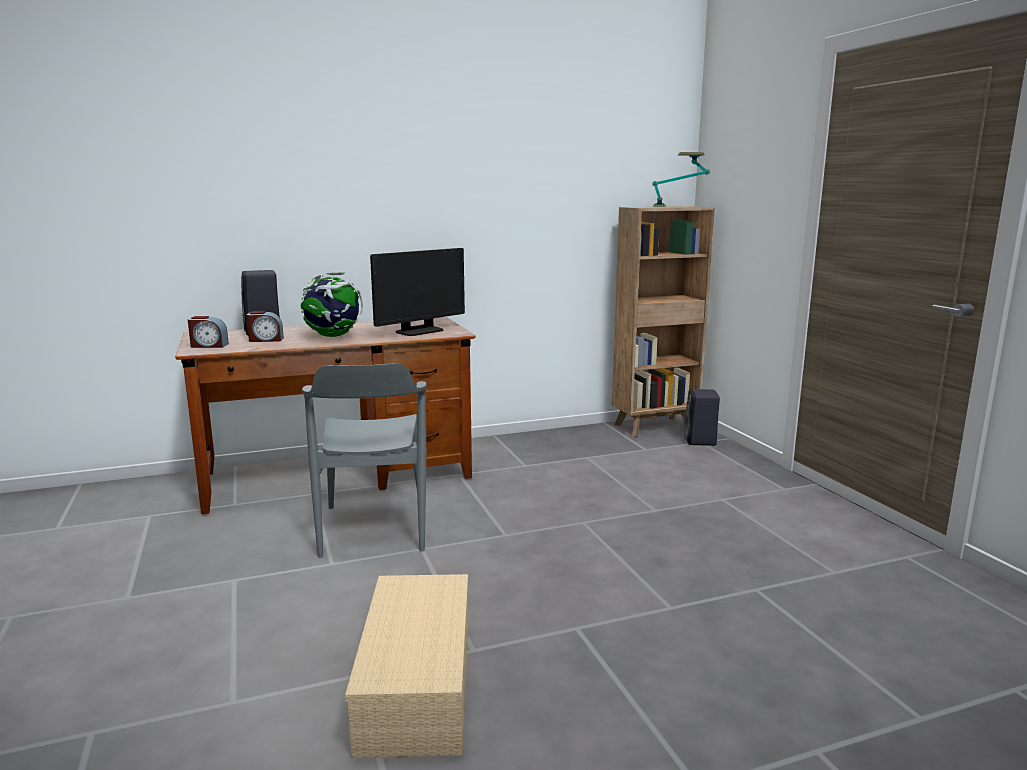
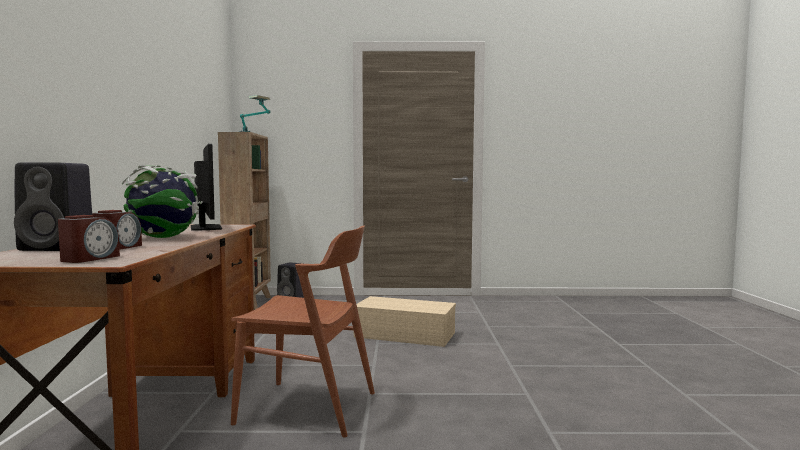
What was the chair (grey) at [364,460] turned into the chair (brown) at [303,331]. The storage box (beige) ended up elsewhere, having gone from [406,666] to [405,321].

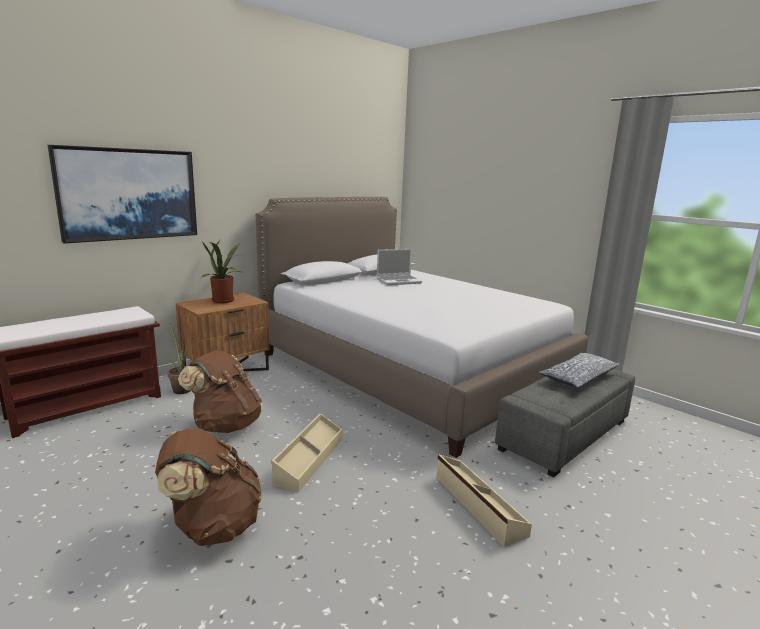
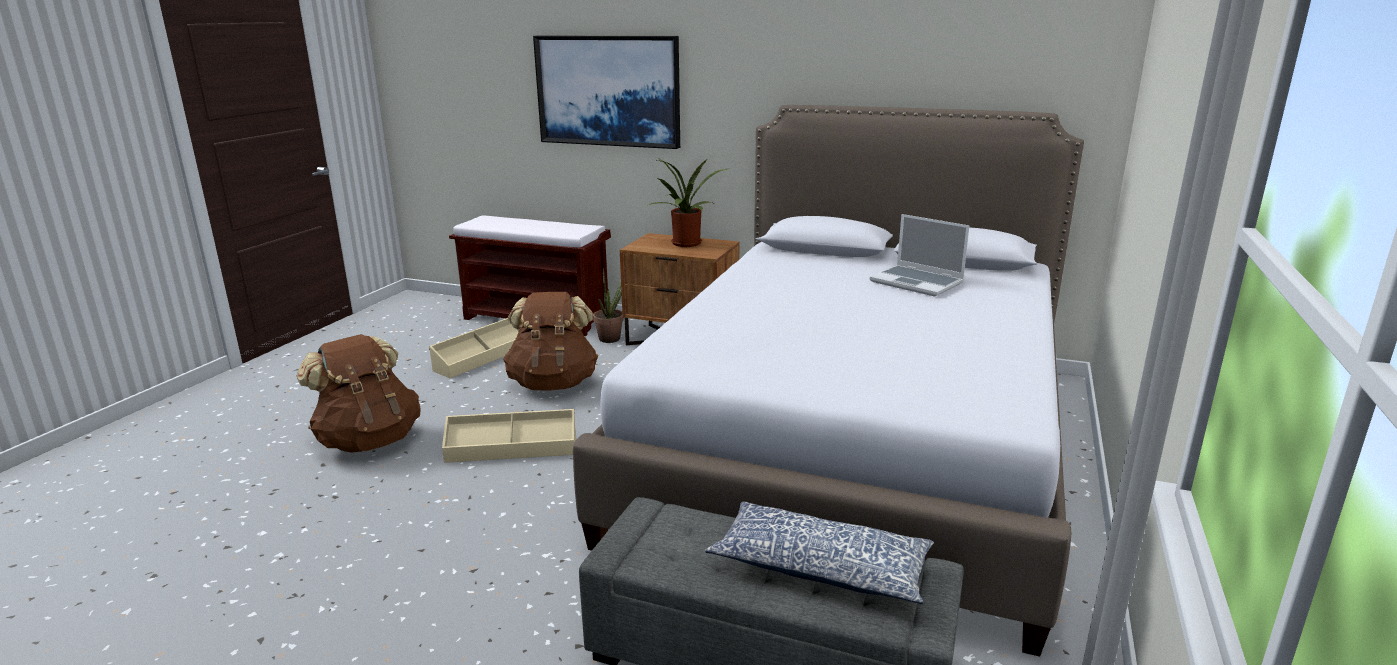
The storage box (beige) ended up elsewhere, having gone from [484,500] to [473,348].

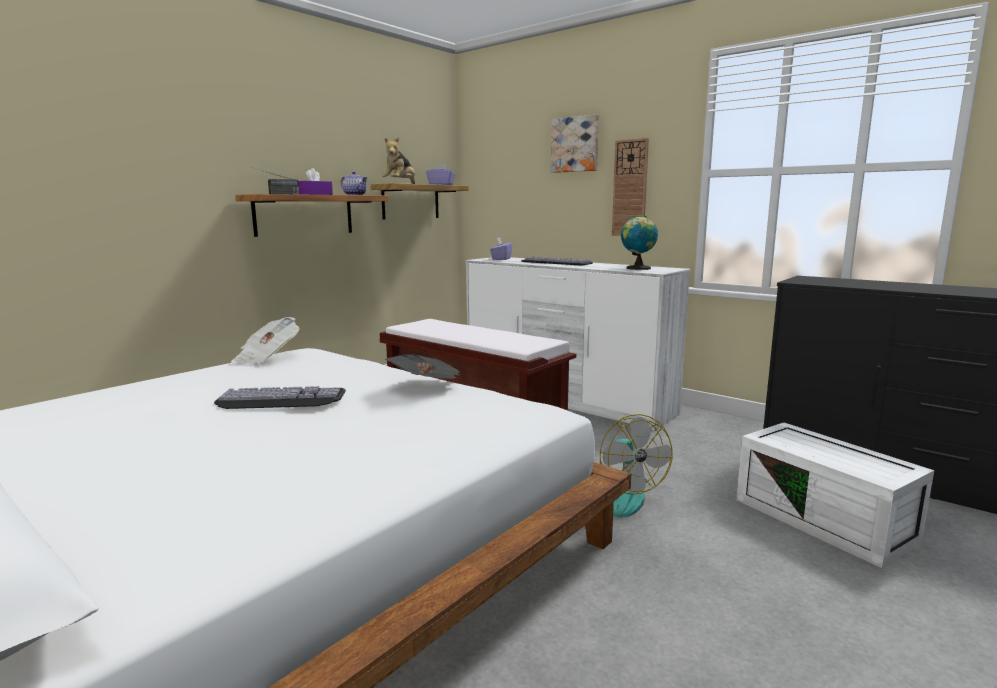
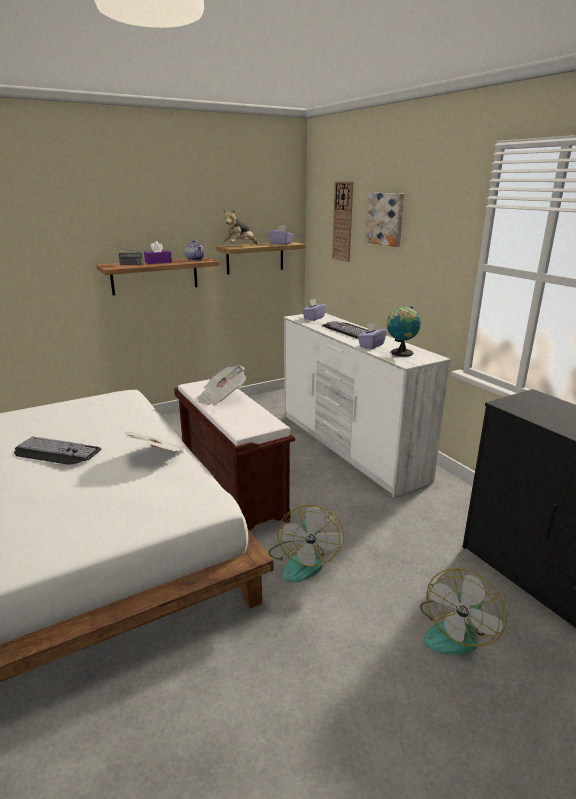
The newspaper ended up elsewhere, having gone from [265,341] to [220,386]. The wall clock ended up elsewhere, having gone from [630,187] to [342,222]. Where the storage box (white) stood at [835,495], the fan came to stand at [463,611]. The second view gained the tissue box (purple) at [372,335].

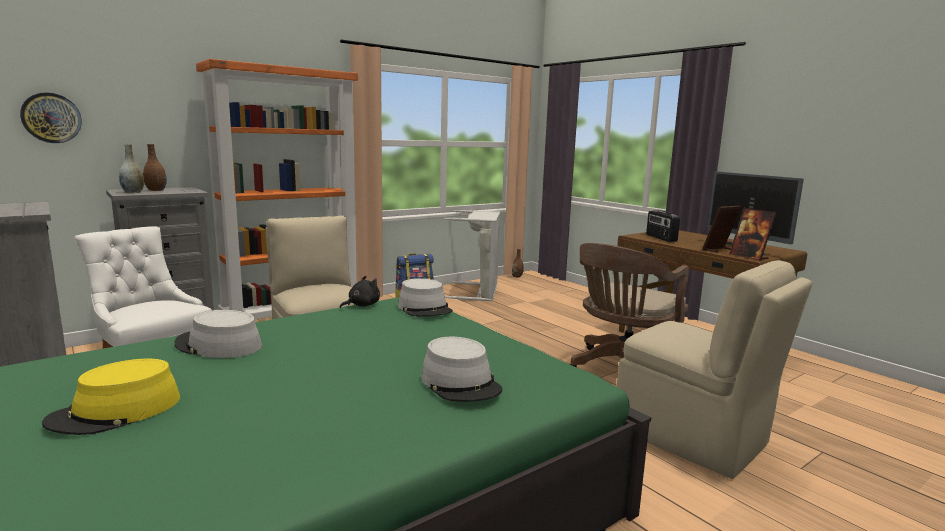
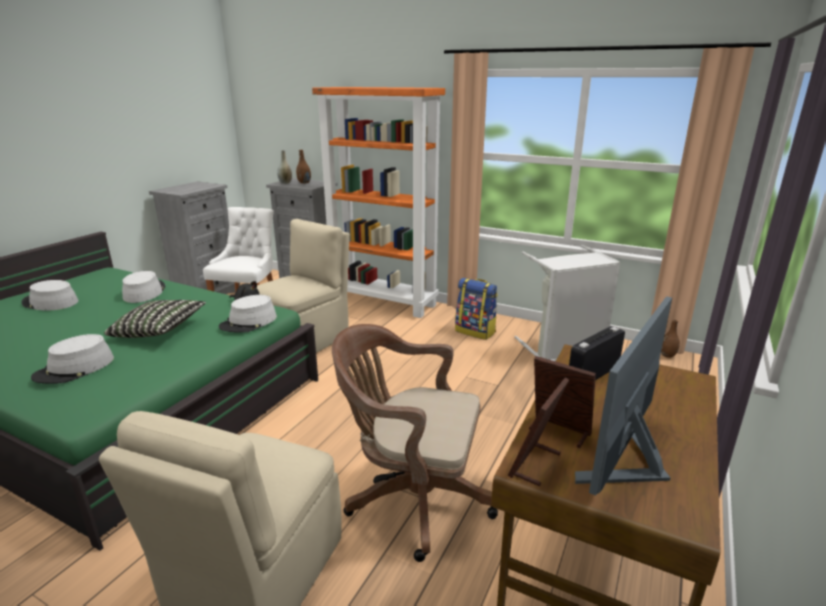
The second view lost the wall clock at [51,117]. What was the hat (yellow) at [111,397] turned into the hat (grey) at [49,295]. The second view gained the pillow at [155,319].

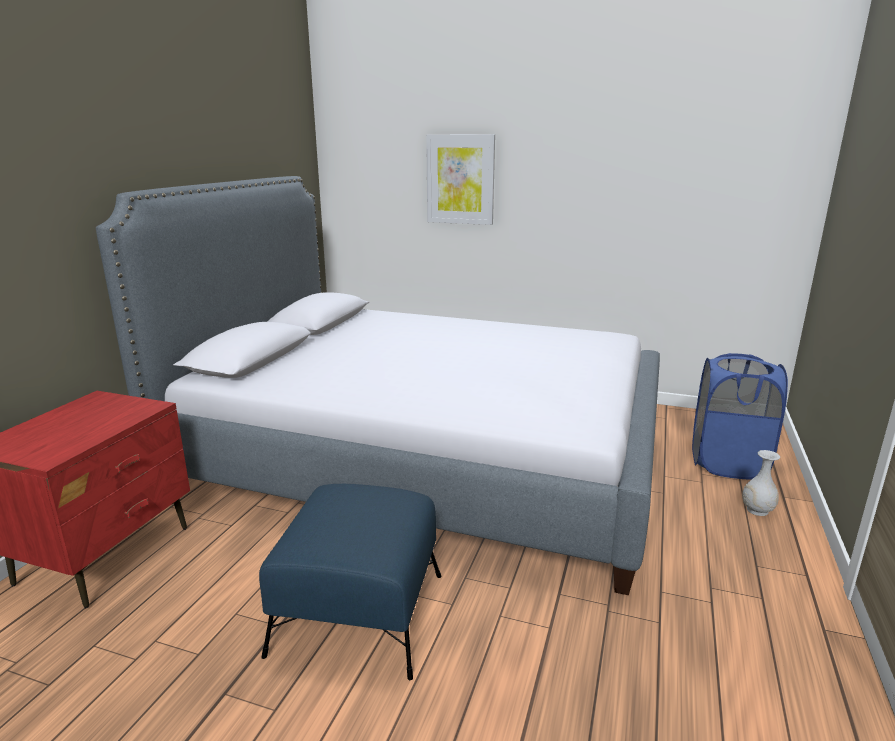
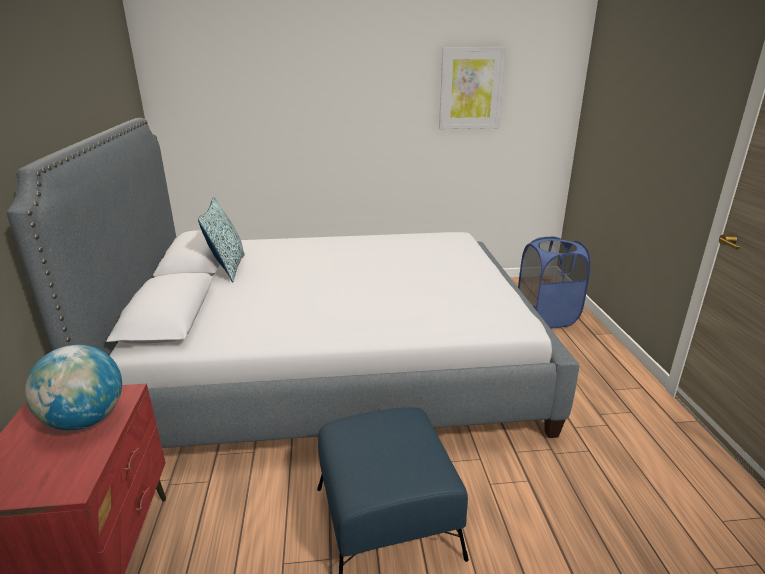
The picture ended up elsewhere, having gone from [460,179] to [472,88]. The second view lost the vase (white) at [761,483]. The second view gained the globe at [73,387]. The second view gained the pillow at [221,240].

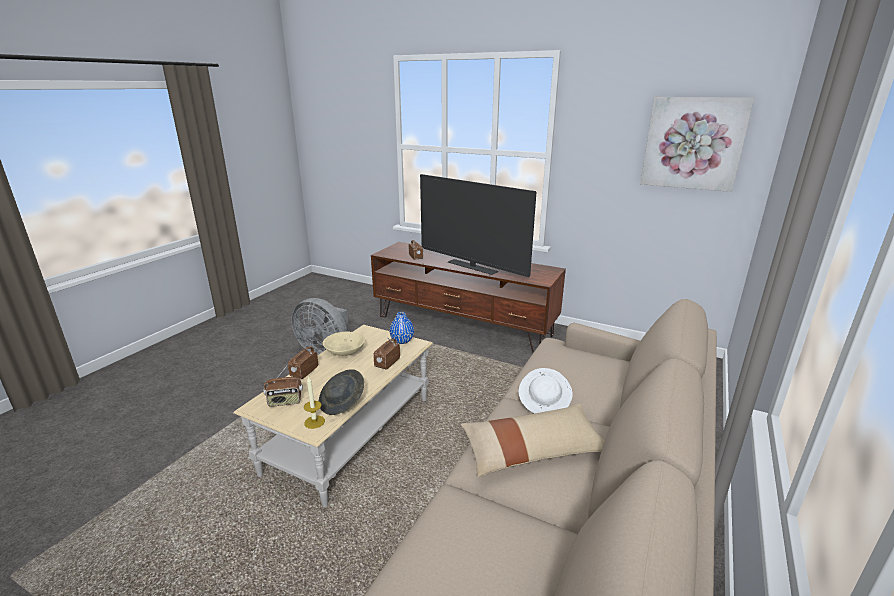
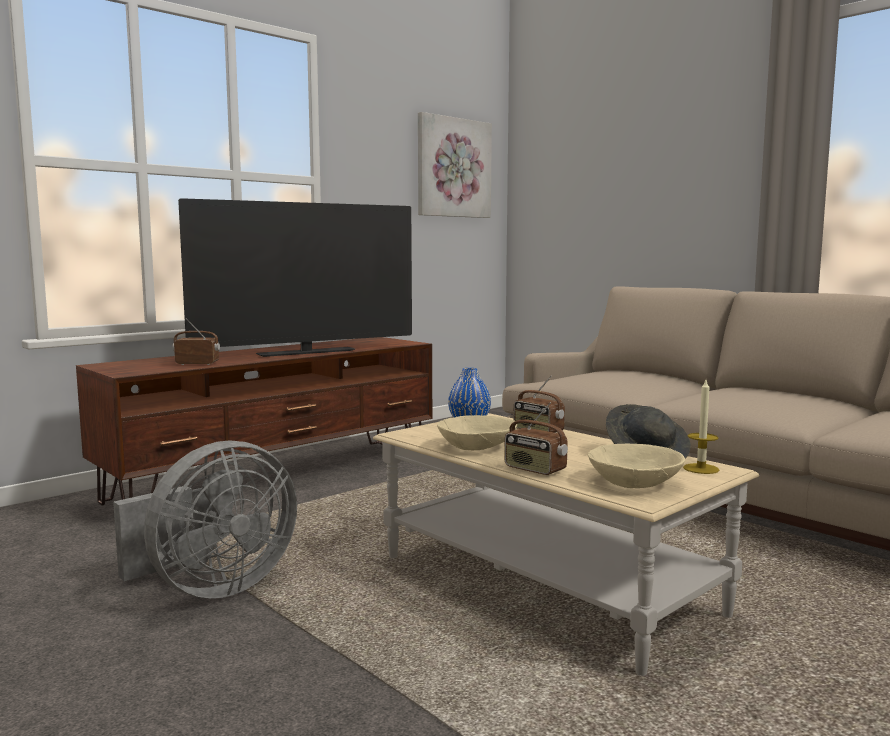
Where the radio stood at [283,386], the bowl (beige) came to stand at [636,466]. The second view lost the pillow (beige) at [533,440]. The second view lost the hat (white) at [546,391].

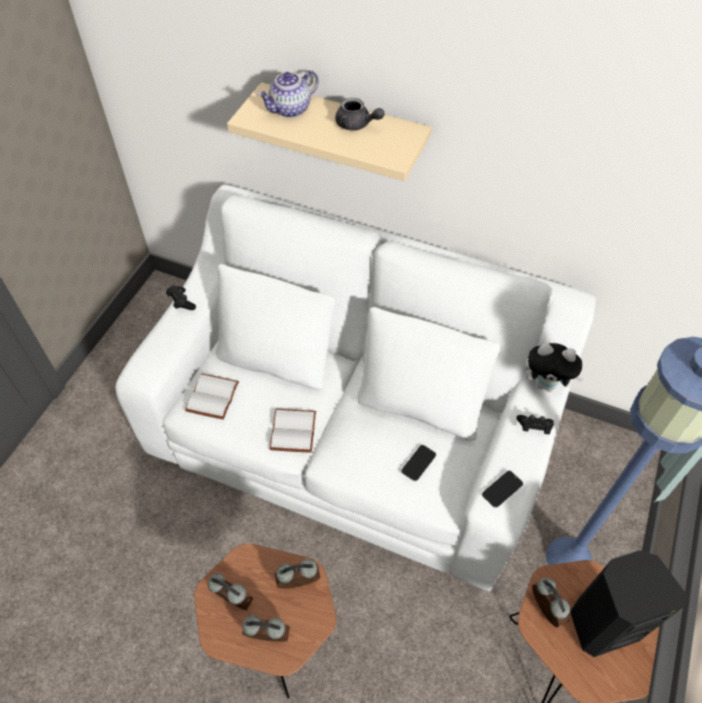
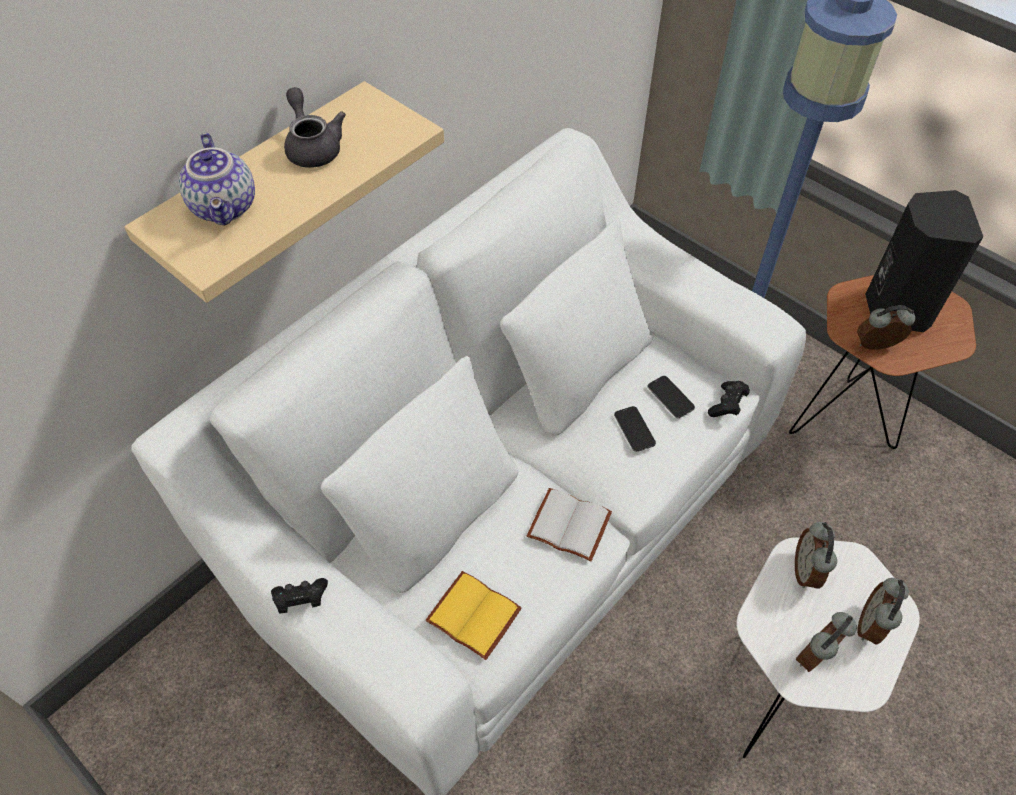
What was the book (white) at [212,396] turned into the book (yellow) at [473,615]. What was the side table (brown) at [265,621] turned into the side table (white) at [828,647]. The teapot (grey) at [360,114] ended up facing another way, 75 degrees counterclockwise from before. The phone ended up elsewhere, having gone from [502,489] to [635,429]. The game controller (black) ended up elsewhere, having gone from [535,424] to [729,399]. The second view lost the plush toy at [554,367].

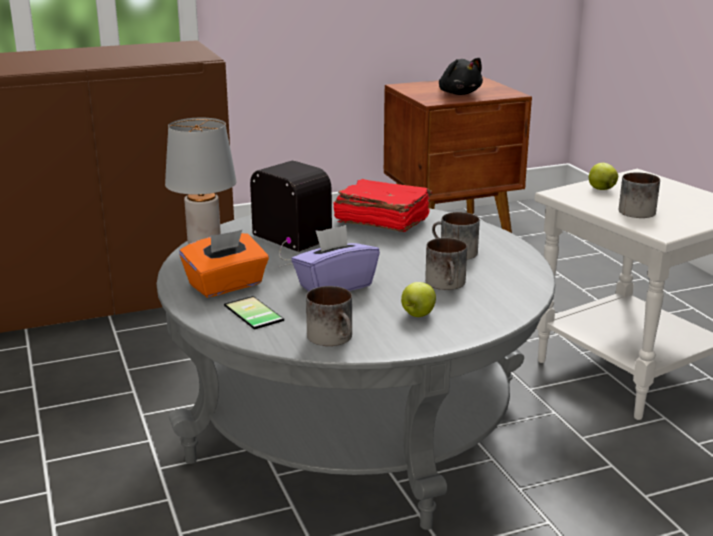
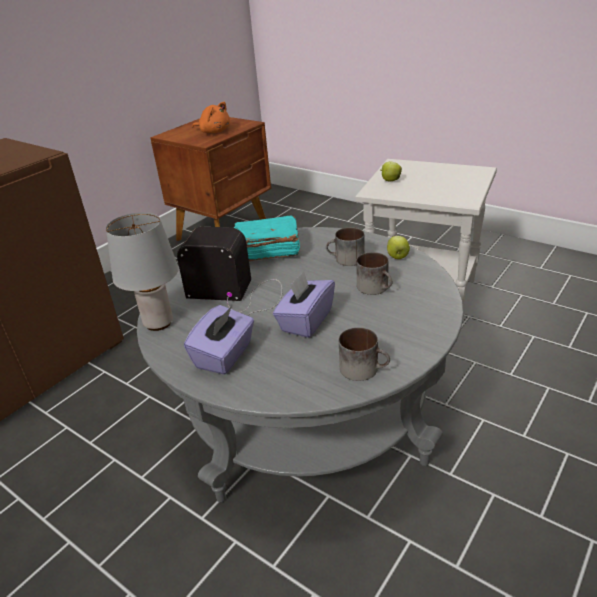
What was the tissue box (orange) at [224,264] turned into the tissue box (purple) at [219,340]. The second view lost the phone at [254,313]. What was the book (red) at [382,205] turned into the book (turquoise) at [267,238]. The apple ended up elsewhere, having gone from [418,299] to [398,247]. What was the plush toy (black) at [461,76] turned into the plush toy (orange) at [211,117]. The second view lost the mug at [639,195].

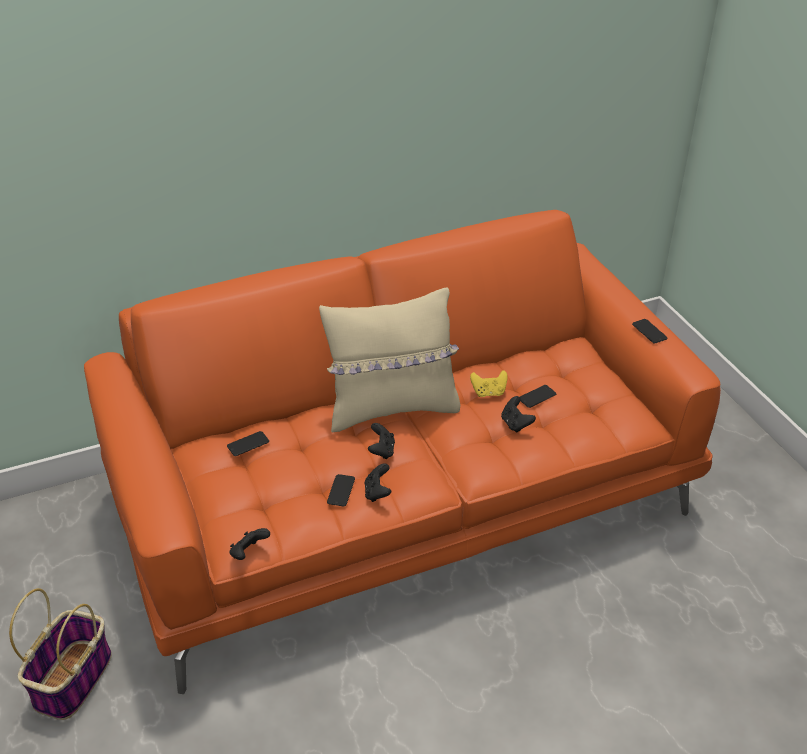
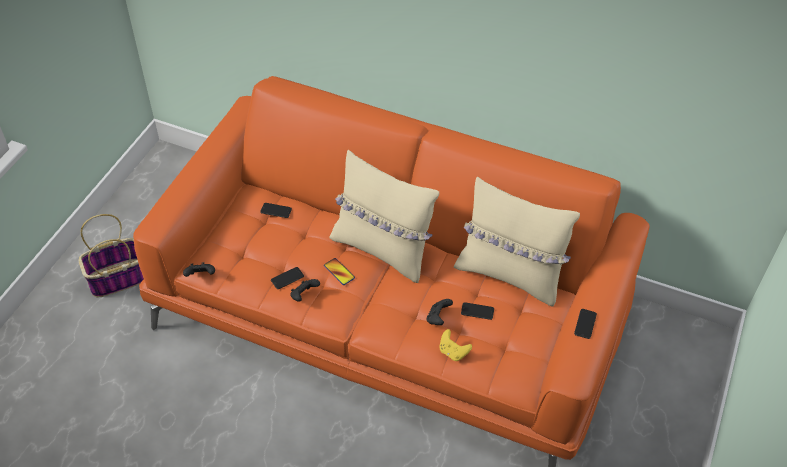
Where the game controller (black) stood at [381,441], the phone came to stand at [339,271]. The game controller (yellow) ended up elsewhere, having gone from [489,383] to [455,345]. The second view gained the pillow (beige) at [517,241].

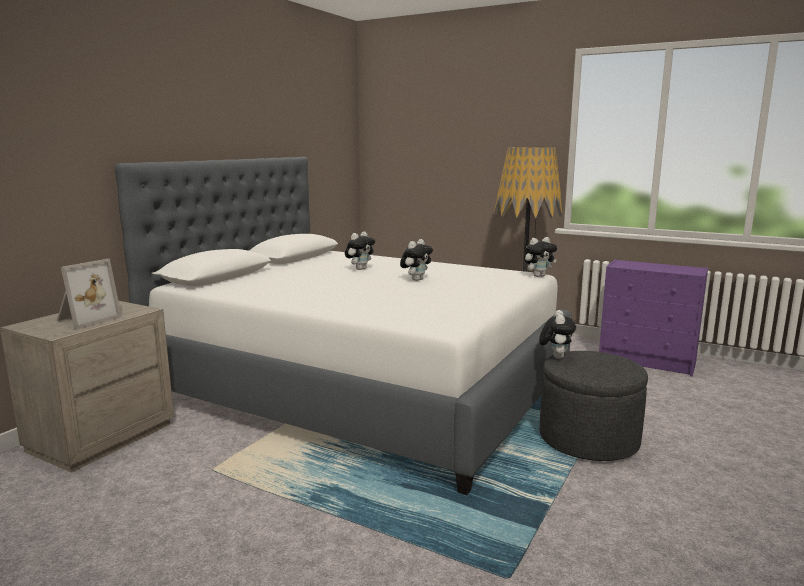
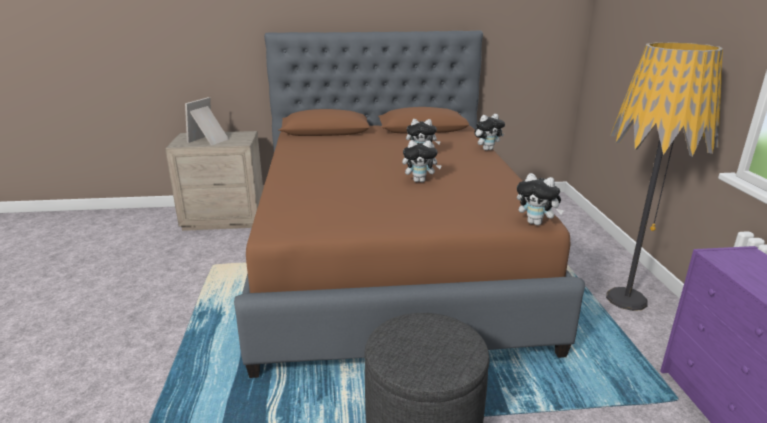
The picture frame at [89,294] ended up facing another way, 120 degrees clockwise from before. What was the bed (white) at [343,326] turned into the bed (brown) at [409,204]. The plush toy ended up elsewhere, having gone from [557,334] to [489,132].

